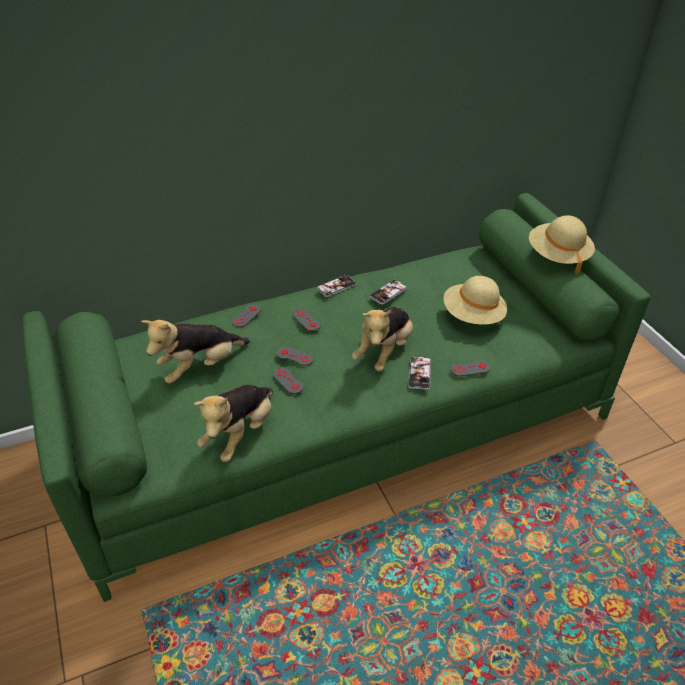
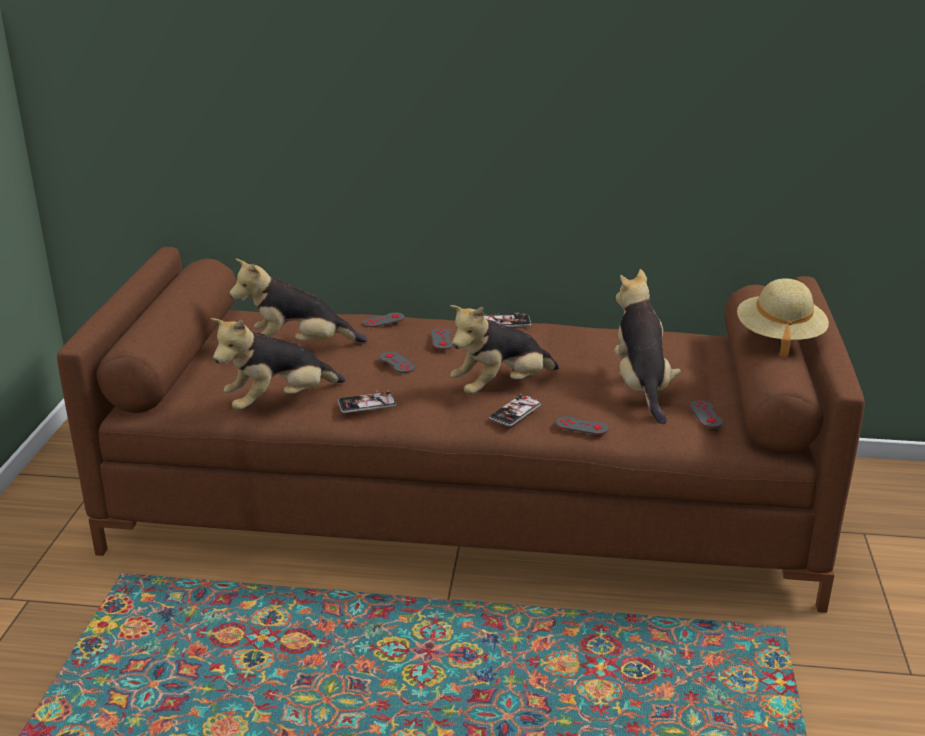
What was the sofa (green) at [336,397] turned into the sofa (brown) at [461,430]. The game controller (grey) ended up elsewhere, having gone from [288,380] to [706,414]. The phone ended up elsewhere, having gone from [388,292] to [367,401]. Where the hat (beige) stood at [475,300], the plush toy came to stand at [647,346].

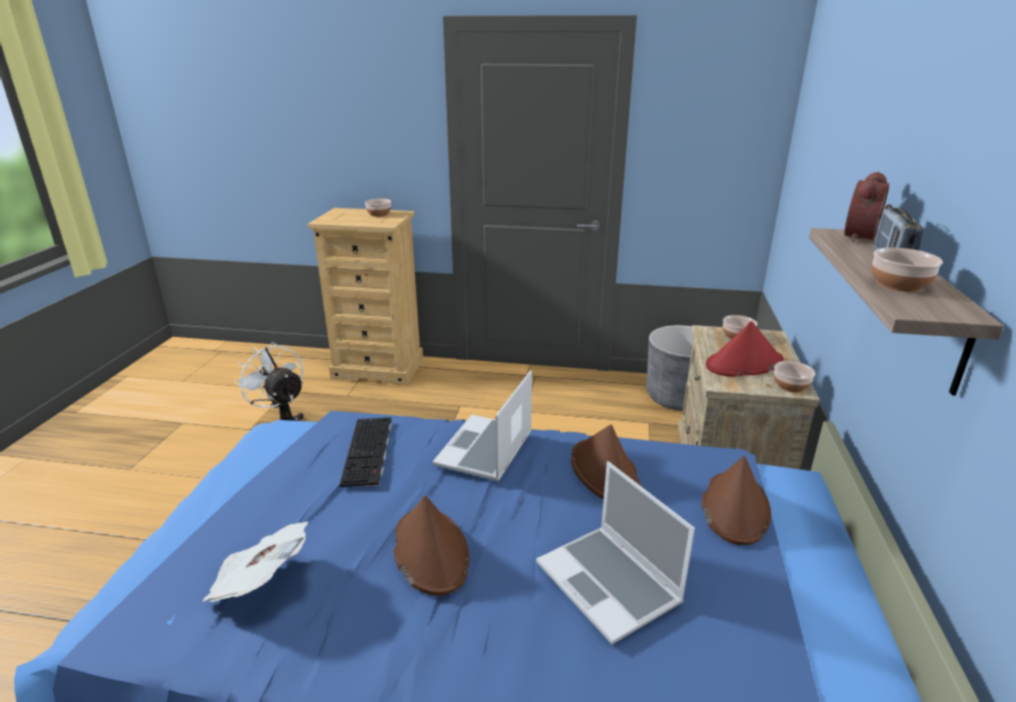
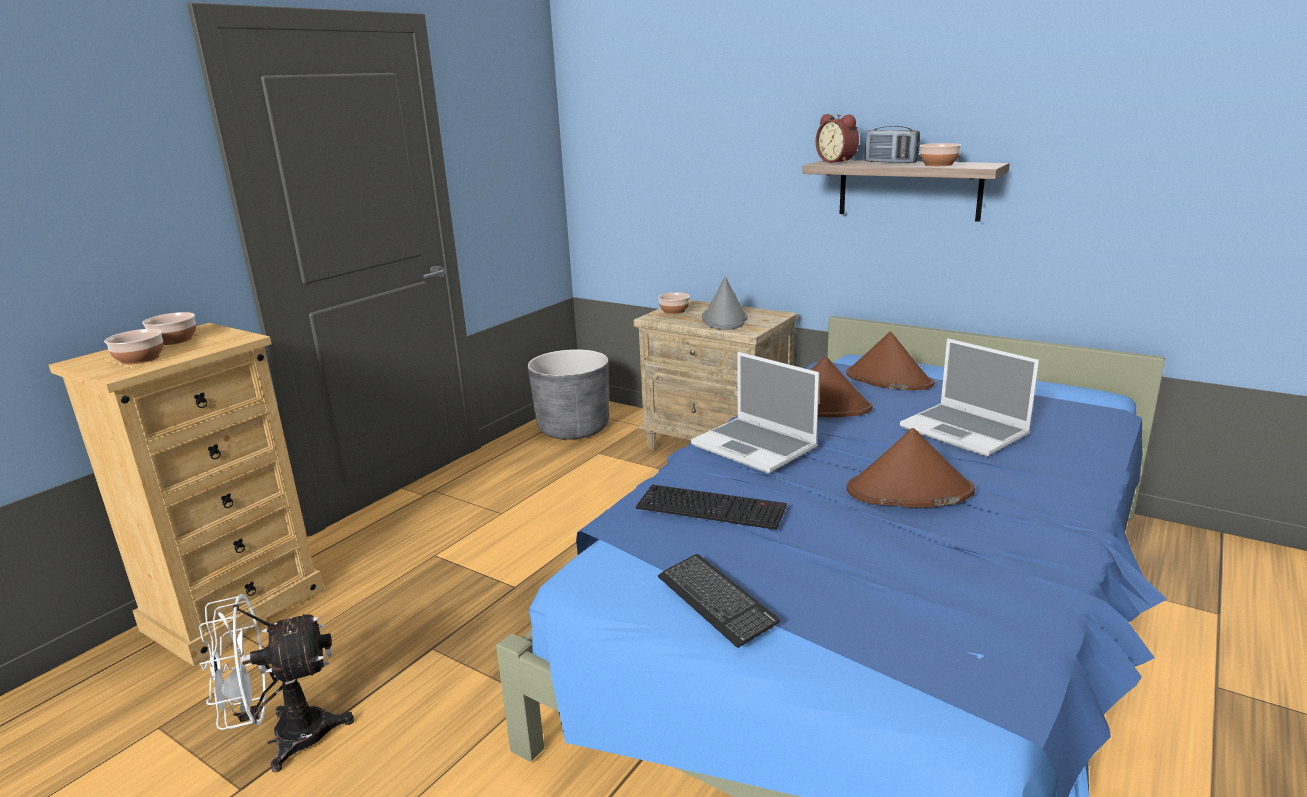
The second view lost the newspaper at [255,562]. The laptop at [615,552] ended up facing another way, 60 degrees clockwise from before. What was the hat (red) at [745,349] turned into the hat (grey) at [725,303]. The bowl ended up elsewhere, having gone from [795,377] to [134,347]. The second view gained the keyboard at [719,601].

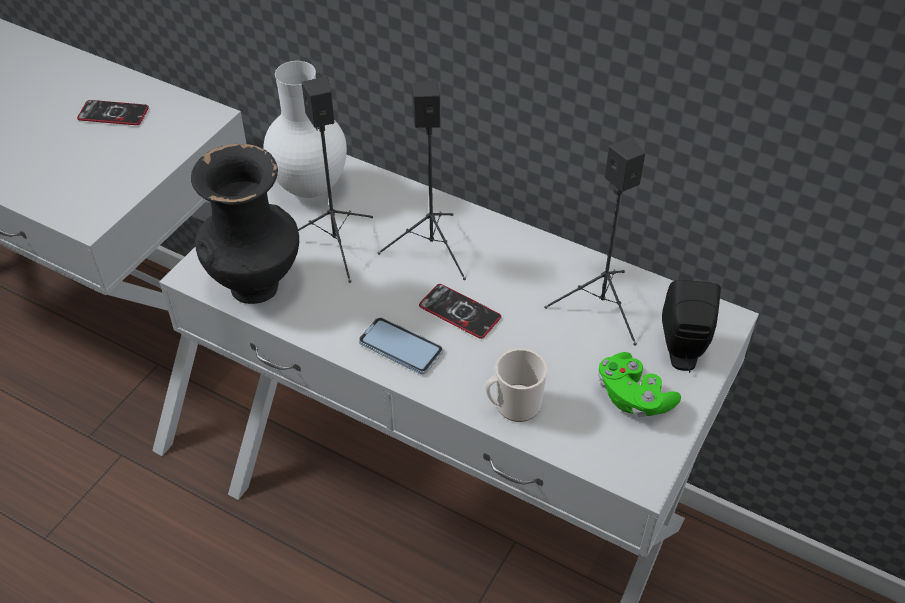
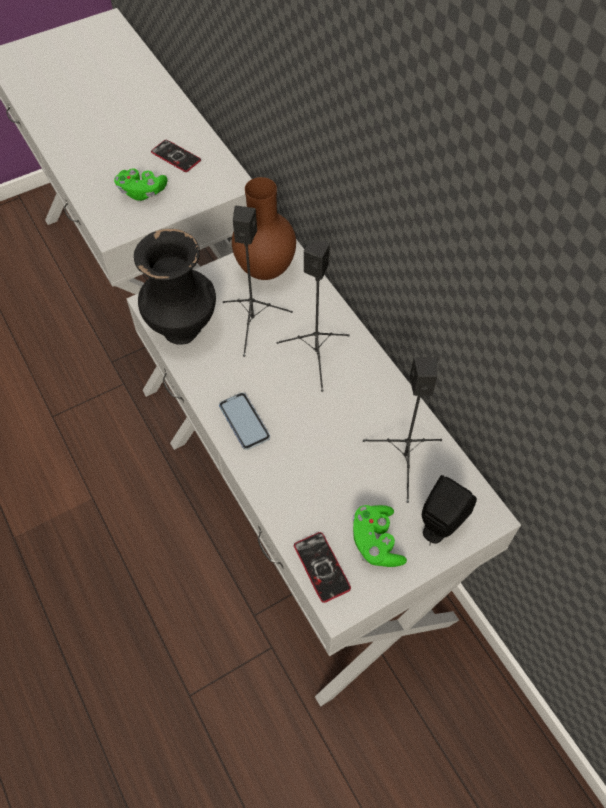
What was the vase (white) at [305,129] turned into the vase (brown) at [264,228]. The phone ended up elsewhere, having gone from [460,311] to [322,567]. The second view lost the mug at [516,385]. The second view gained the game controller (green) at [140,185].

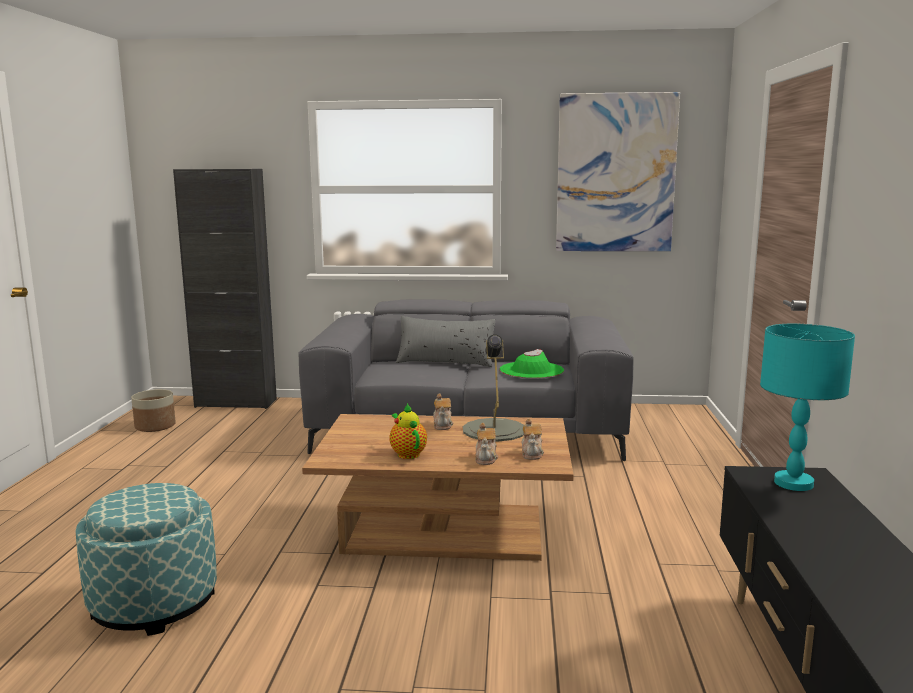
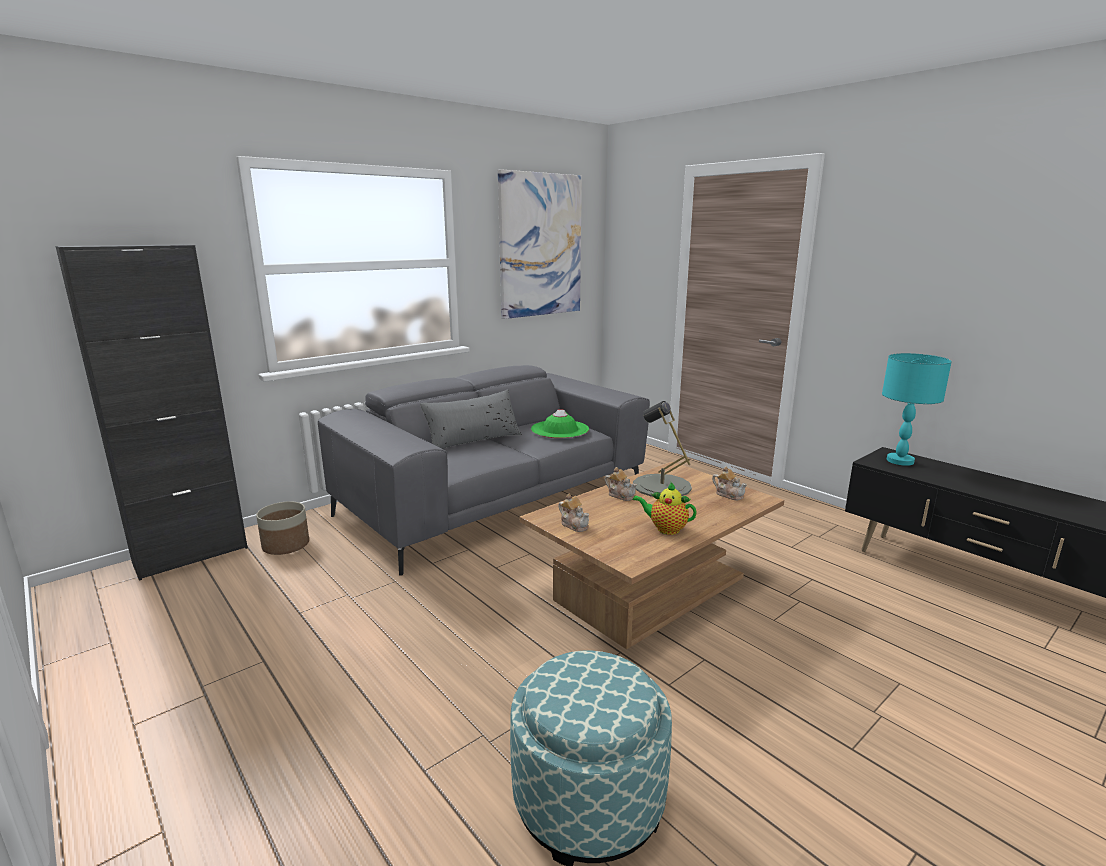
The planter ended up elsewhere, having gone from [153,410] to [282,528]. The teapot ended up elsewhere, having gone from [486,444] to [574,513].

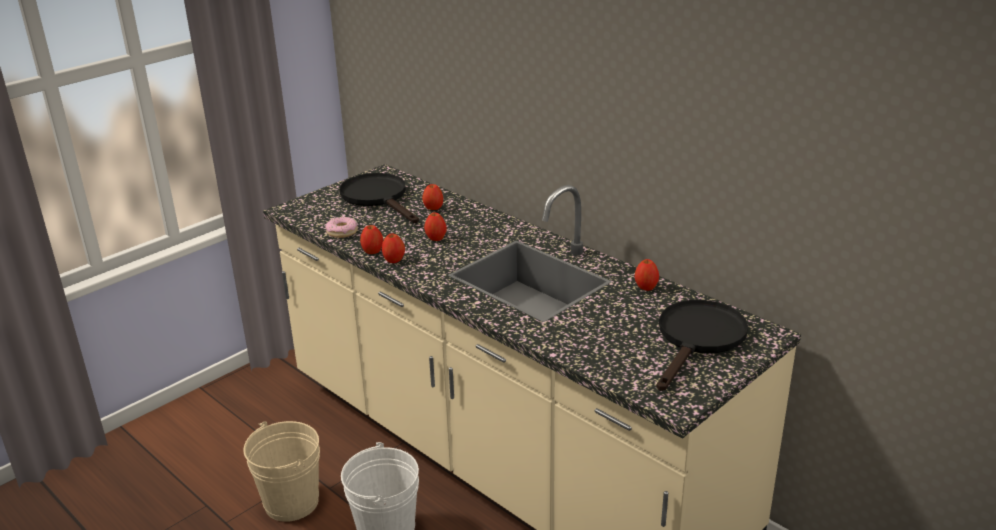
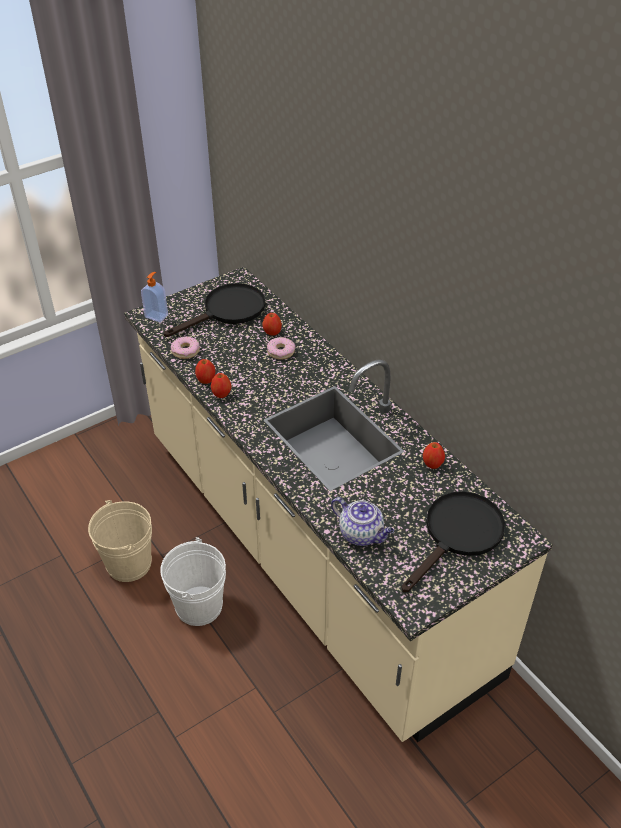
The frying pan (black) at [379,198] ended up facing another way, 75 degrees clockwise from before. The second view lost the apple at [435,226]. The second view gained the soap dispenser at [154,297]. The second view gained the donut at [281,348]. The second view gained the teapot at [362,521].

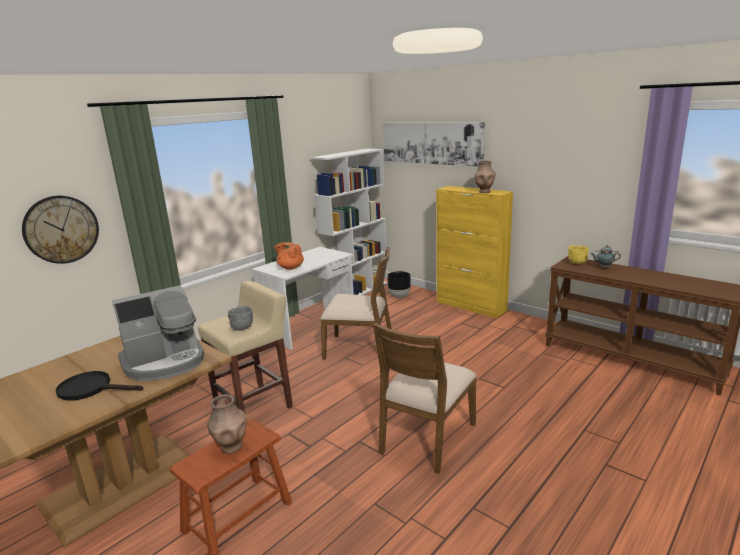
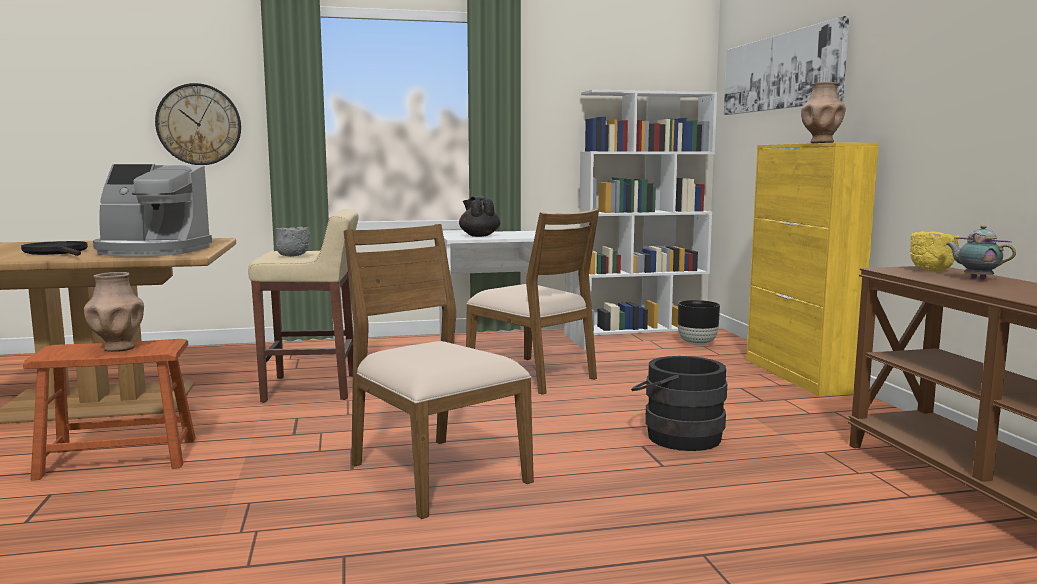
What was the teapot (orange) at [289,256] turned into the teapot (black) at [480,216]. The chair (brown) at [425,398] ended up facing another way, 75 degrees clockwise from before. The second view gained the bucket (black) at [679,403].

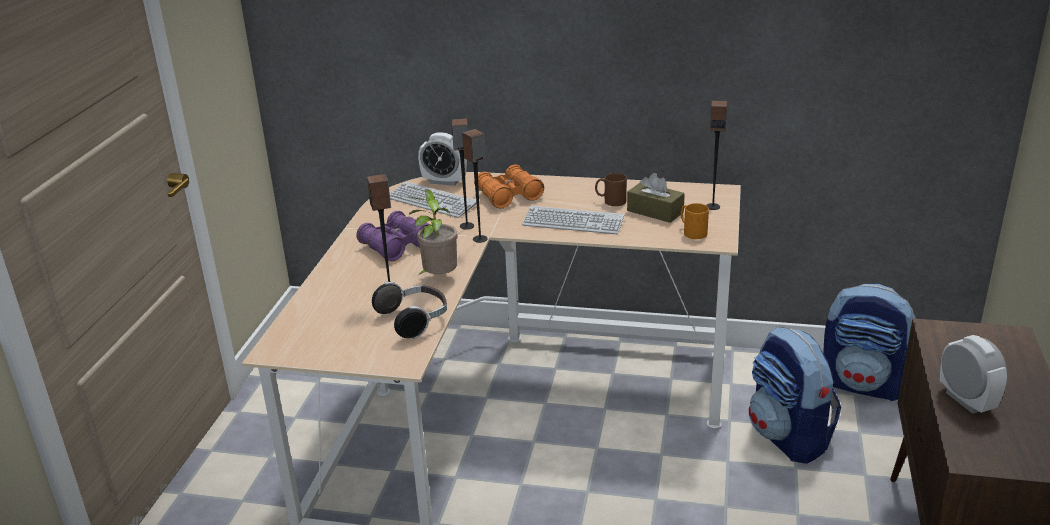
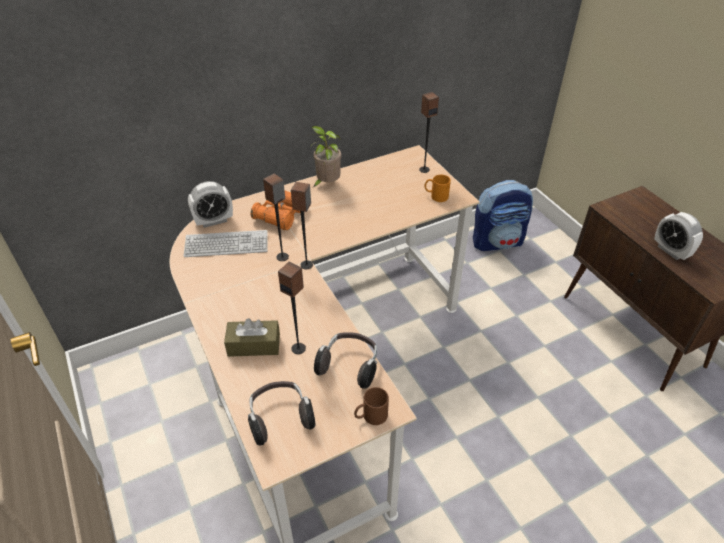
The second view lost the binoculars (purple) at [393,236]. The potted plant ended up elsewhere, having gone from [433,232] to [325,156]. The second view lost the keyboard at [573,220]. The mug (brown) ended up elsewhere, having gone from [611,189] to [371,406]. The tissue box (brown) ended up elsewhere, having gone from [656,198] to [252,337]. The second view lost the backpack at [795,395]. The alarm clock at [973,374] ended up facing another way, 150 degrees counterclockwise from before. The second view gained the headphones at [282,413].

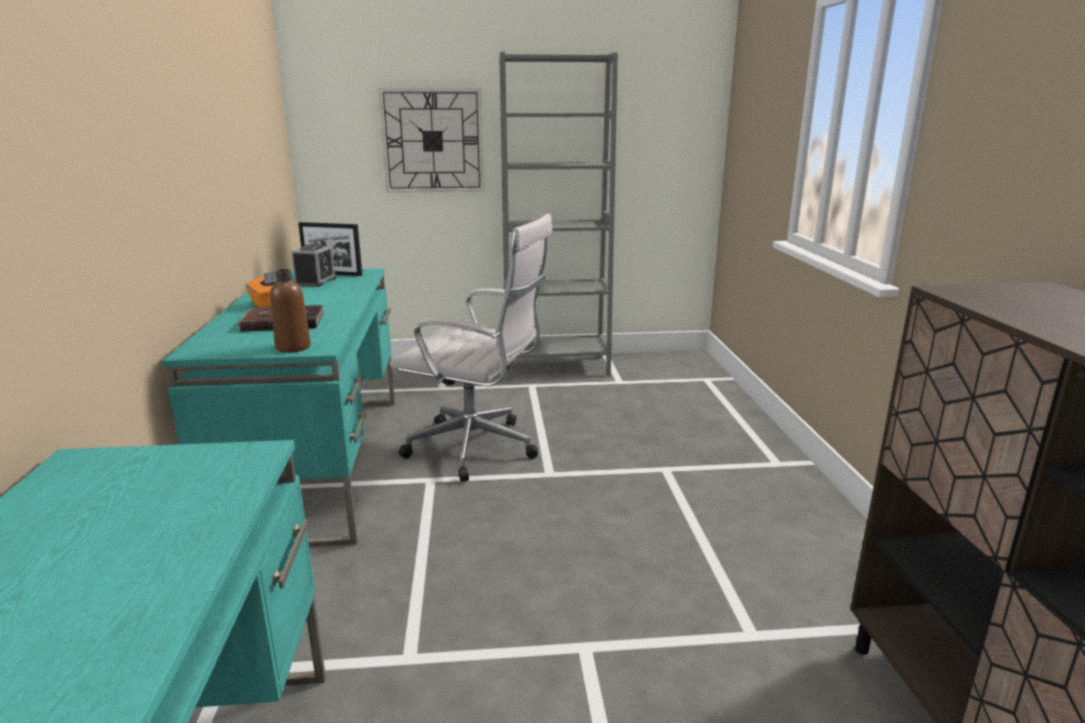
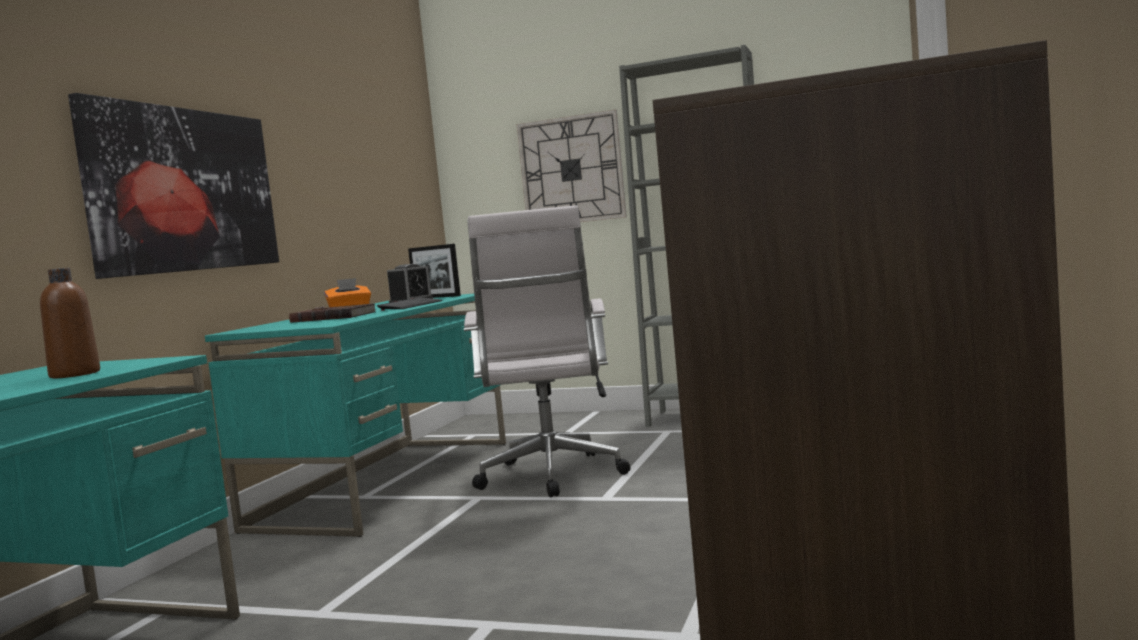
The bottle (brown) ended up elsewhere, having gone from [290,311] to [70,323]. The office chair (white) at [471,348] ended up facing another way, 45 degrees clockwise from before. The second view gained the picture at [173,186]. The second view gained the keyboard at [410,304].

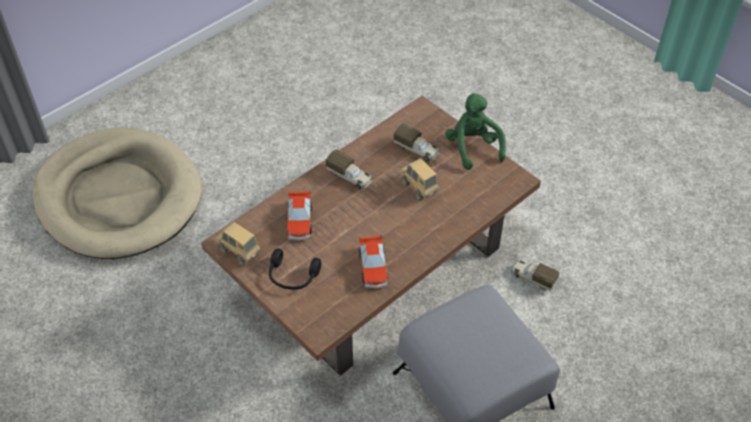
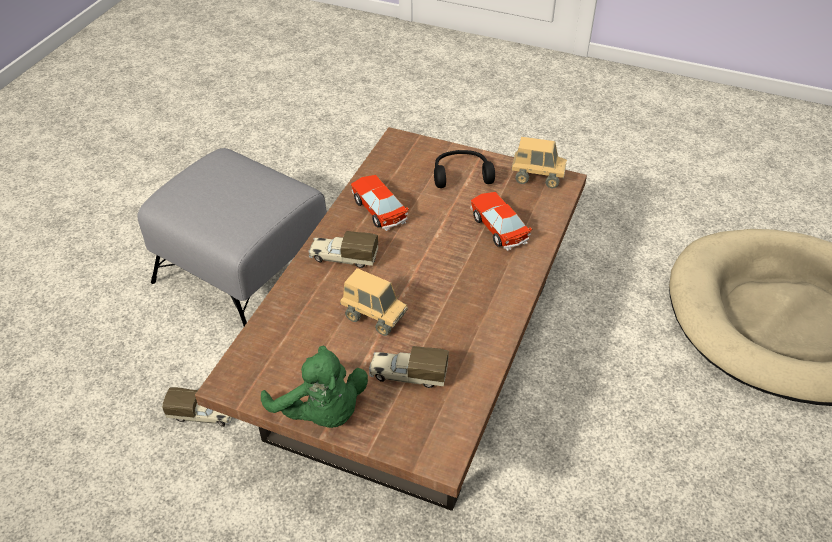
The toy truck ended up elsewhere, having gone from [349,170] to [343,249].

